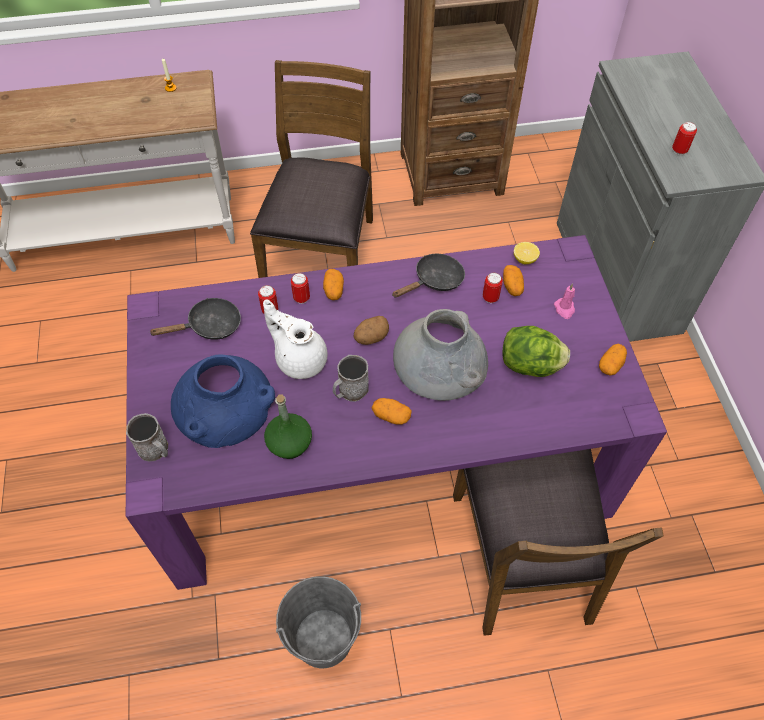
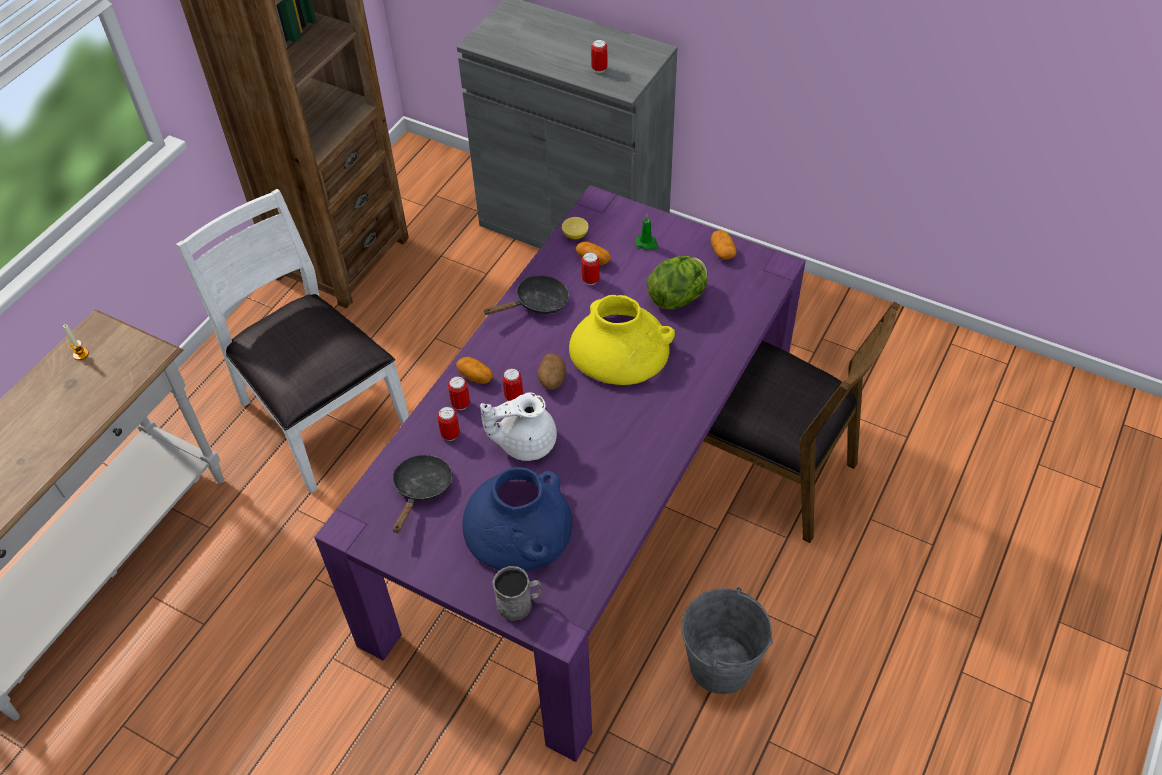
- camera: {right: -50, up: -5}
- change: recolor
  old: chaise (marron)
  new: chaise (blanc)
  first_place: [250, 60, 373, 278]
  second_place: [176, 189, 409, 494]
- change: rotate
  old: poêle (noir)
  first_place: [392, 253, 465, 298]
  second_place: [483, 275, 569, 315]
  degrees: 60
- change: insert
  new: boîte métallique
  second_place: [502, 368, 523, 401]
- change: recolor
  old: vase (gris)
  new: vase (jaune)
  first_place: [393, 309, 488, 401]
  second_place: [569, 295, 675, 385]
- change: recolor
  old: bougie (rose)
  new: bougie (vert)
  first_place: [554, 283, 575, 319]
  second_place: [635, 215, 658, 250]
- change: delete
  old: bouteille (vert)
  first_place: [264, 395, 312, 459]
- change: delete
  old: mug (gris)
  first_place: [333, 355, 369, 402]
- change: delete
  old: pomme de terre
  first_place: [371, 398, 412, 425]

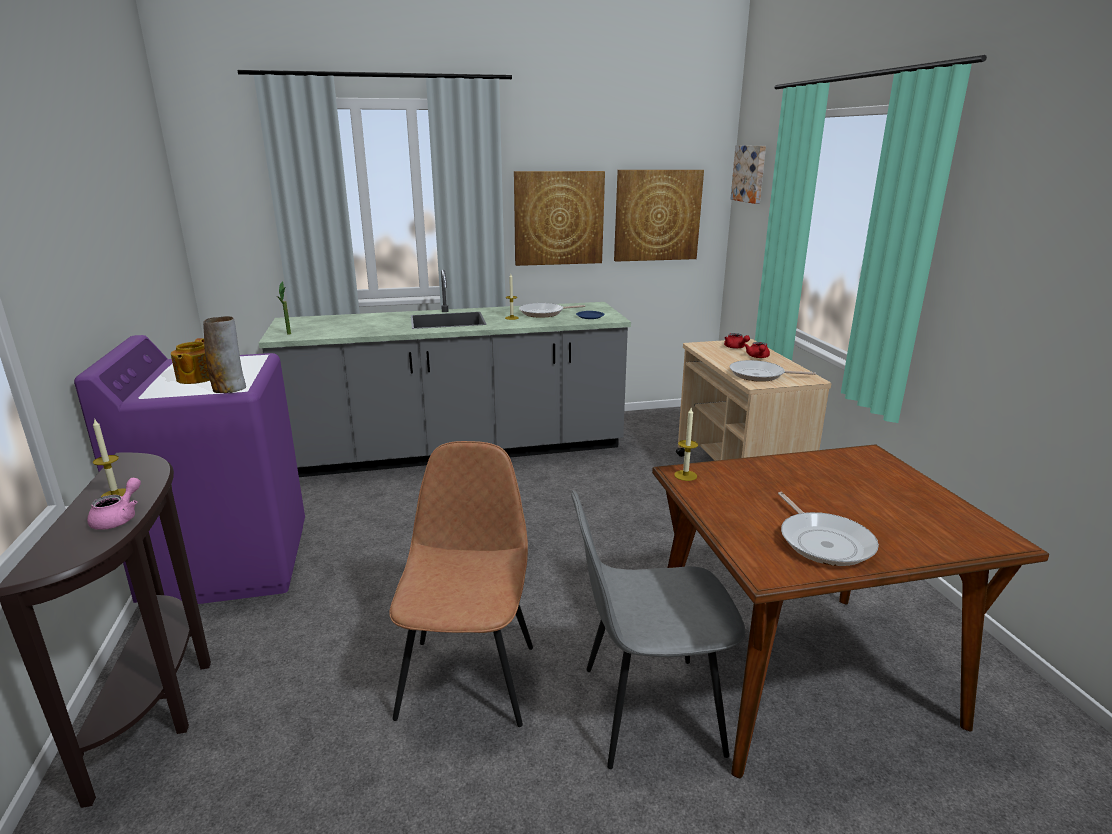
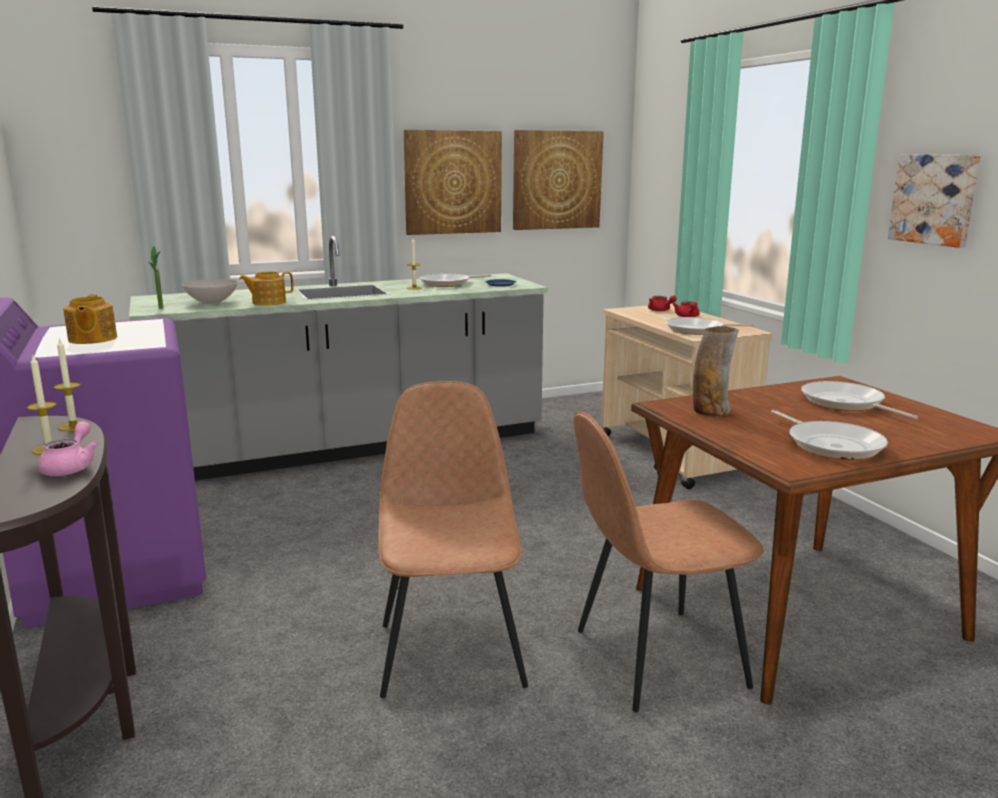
- camera: {right: -10, up: -5}
- change: move
  old: bougie
  first_place: [674, 408, 698, 481]
  second_place: [53, 338, 89, 431]
- change: insert
  new: bol (blanc)
  second_place: [182, 279, 238, 304]
- change: insert
  new: théière
  second_place: [239, 272, 293, 306]
- change: recolor
  old: chaise (gris)
  new: chaise (marron)
  first_place: [571, 490, 745, 769]
  second_place: [573, 411, 764, 712]
- change: move
  old: vase
  first_place: [203, 316, 246, 393]
  second_place: [693, 326, 739, 416]
- change: insert
  new: poêle
  second_place: [801, 381, 918, 419]
- change: move
  old: tableau
  first_place: [731, 145, 766, 204]
  second_place: [888, 154, 980, 248]

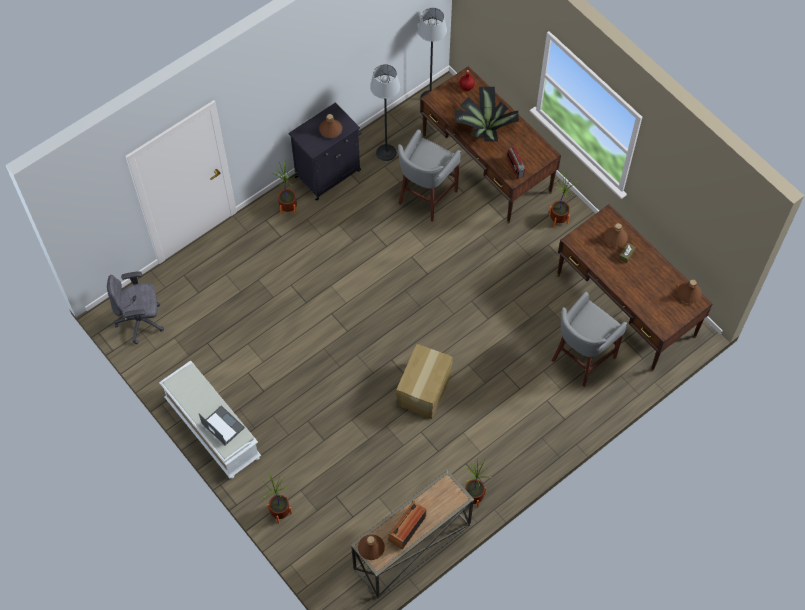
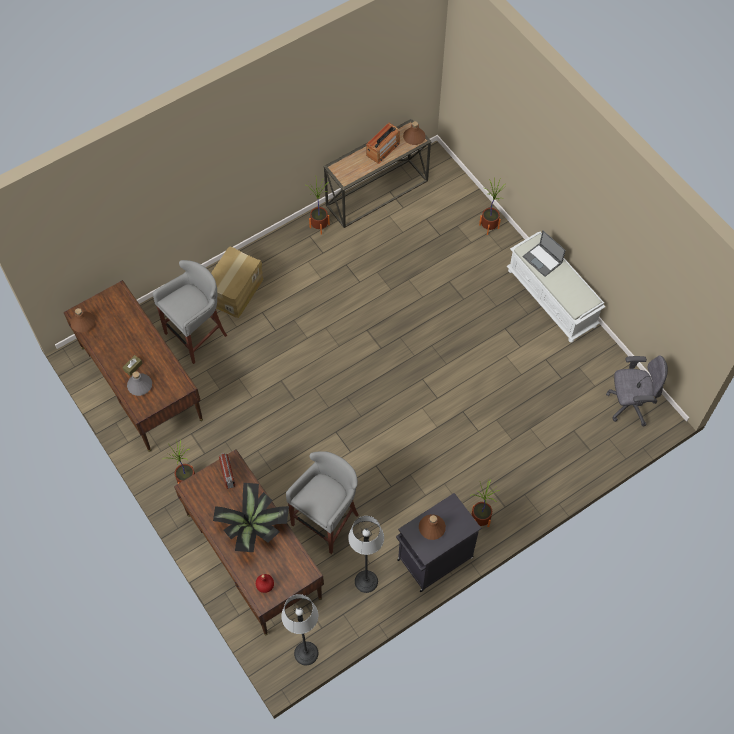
- camera: {right: -175, up: 0}
- change: recolor
  old: bouteille (marron)
  new: bouteille (gris)
  first_place: [604, 223, 628, 247]
  second_place: [127, 371, 152, 396]
- change: move
  old: carton
  first_place: [396, 344, 453, 419]
  second_place: [211, 246, 263, 318]

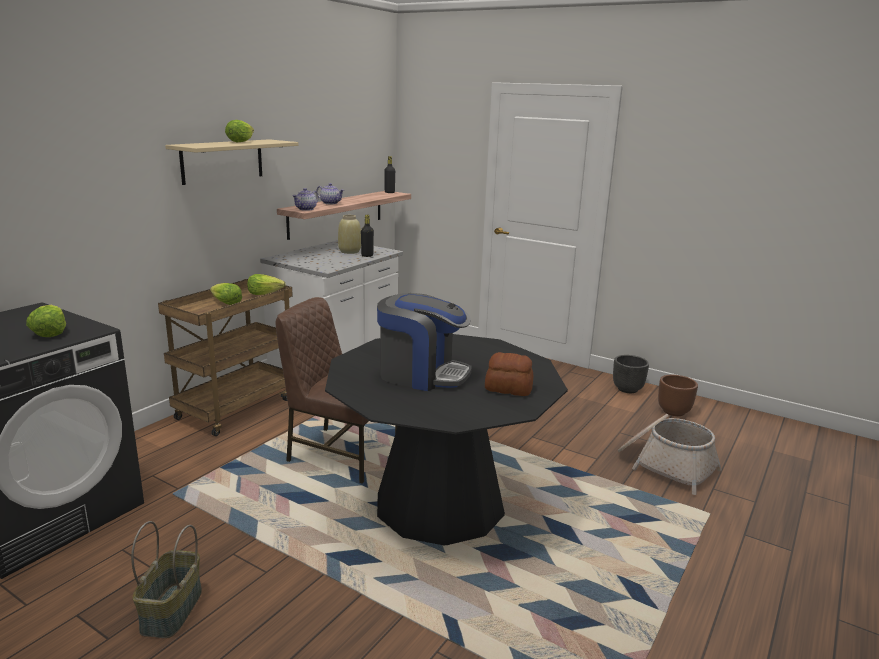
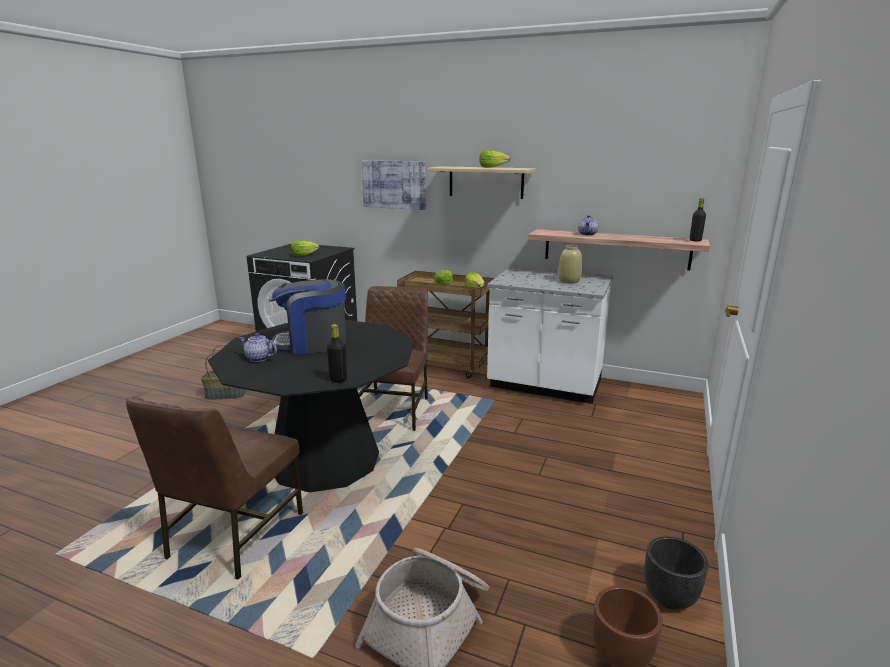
- camera: {right: 80, up: 0}
- change: insert
  new: chaise (marron)
  second_place: [126, 396, 303, 580]
- change: move
  old: théière
  first_place: [292, 188, 319, 211]
  second_place: [239, 333, 277, 362]
- change: rotate
  old: machine à café
  first_place: [377, 293, 472, 391]
  second_place: [268, 279, 346, 354]
  degrees: 75
- change: move
  old: bouteille (noir)
  first_place: [361, 215, 374, 257]
  second_place: [327, 324, 347, 383]
- change: insert
  new: tableau
  second_place: [361, 160, 426, 210]
- change: delete
  old: pain
  first_place: [485, 352, 533, 396]

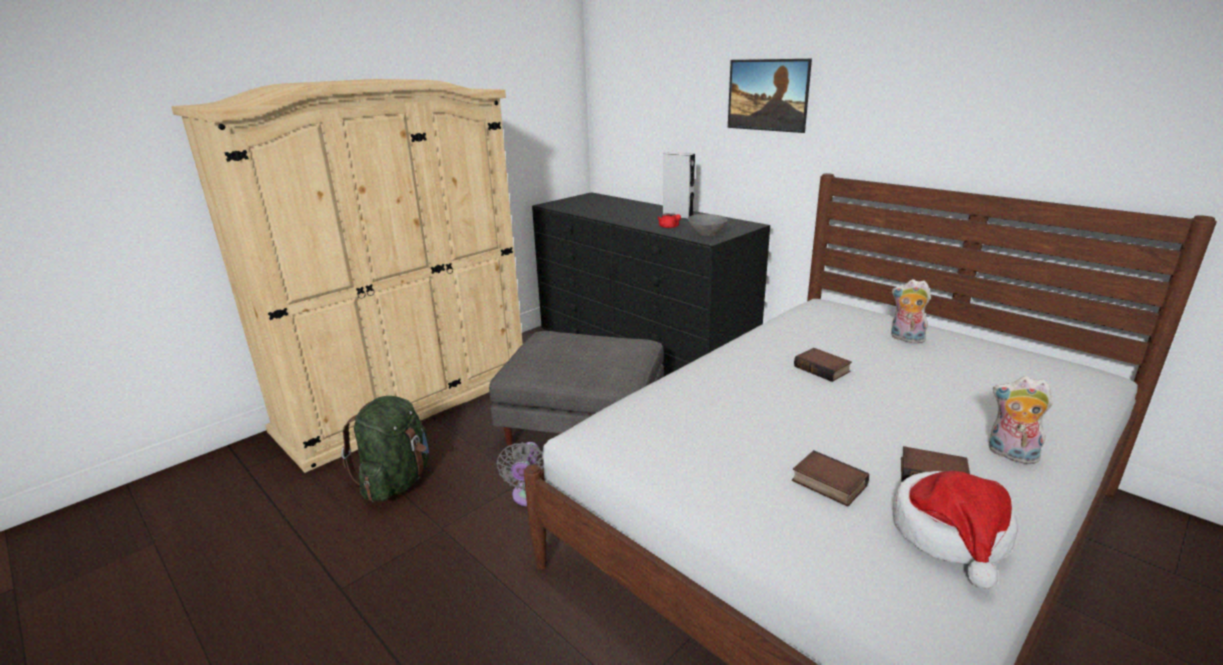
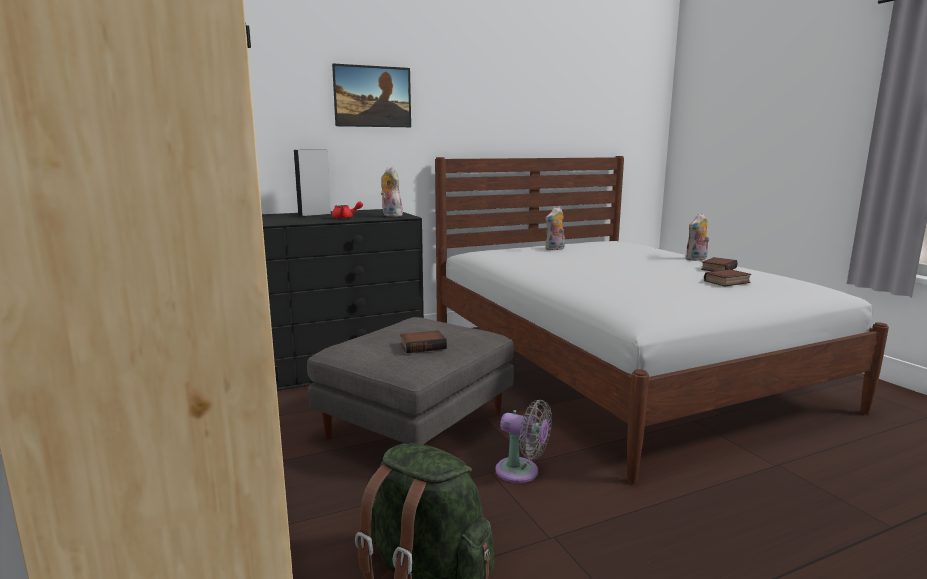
- camera: {right: -70, up: -10}
- change: replace
  old: bol (gris)
  new: peluche
  first_place: [688, 214, 727, 237]
  second_place: [381, 167, 403, 217]
- change: move
  old: livre
  first_place: [794, 348, 852, 382]
  second_place: [400, 330, 447, 353]
- change: delete
  old: chapeau
  first_place: [893, 471, 1018, 589]

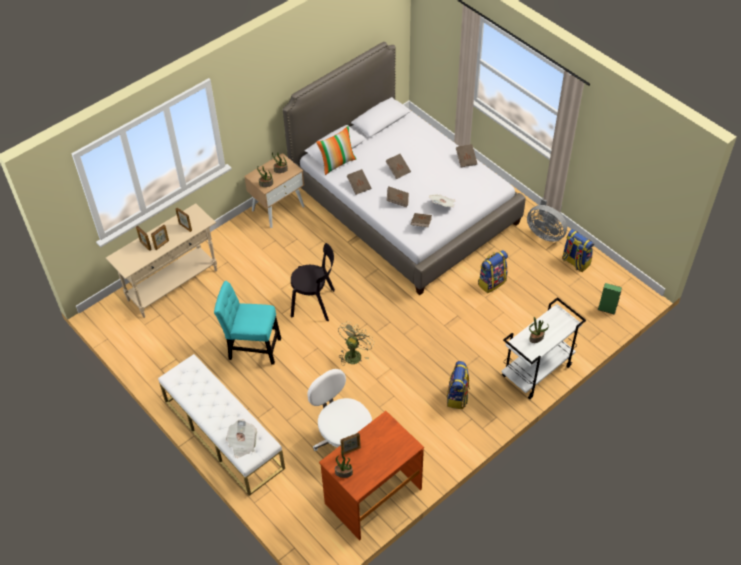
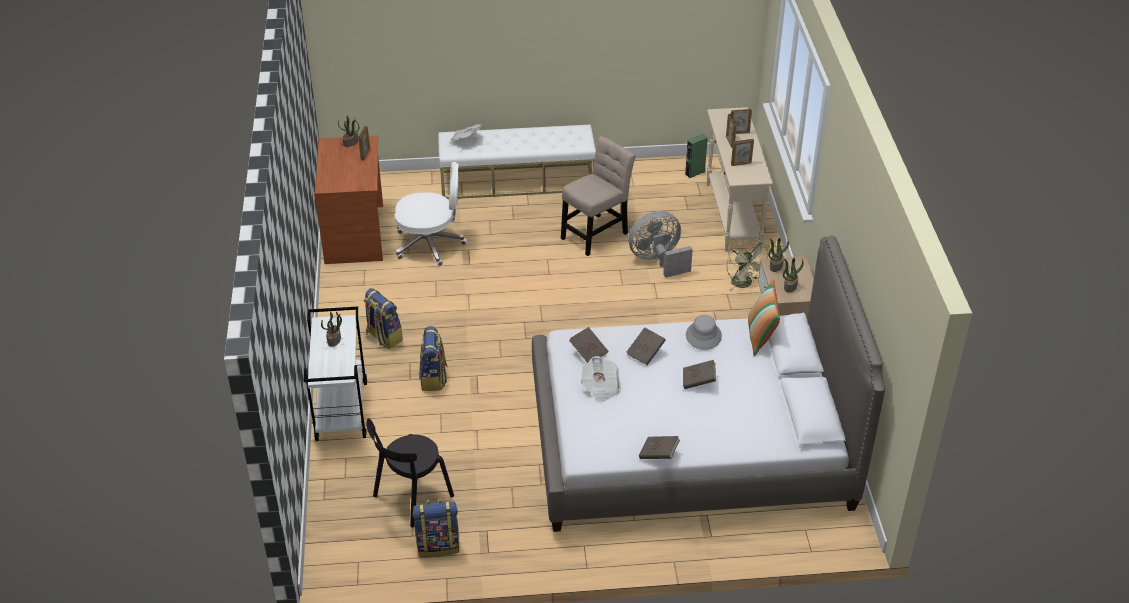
- camera: {right: 125, up: -10}
- change: move
  old: chaise (noir)
  first_place: [291, 243, 335, 321]
  second_place: [366, 418, 454, 528]
- change: move
  old: sac à dos
  first_place: [478, 250, 508, 293]
  second_place: [419, 326, 447, 391]
- change: recolor
  old: chaise (turquoise)
  new: chaise (beige)
  first_place: [214, 281, 281, 365]
  second_place: [561, 136, 635, 256]
- change: move
  old: ventilateur (gris)
  first_place: [527, 197, 567, 242]
  second_place: [628, 211, 693, 278]
- change: move
  old: enceinte (vert)
  first_place: [598, 283, 622, 315]
  second_place: [685, 134, 708, 178]
- change: replace
  old: livre (marron)
  new: chapeau (gris)
  first_place: [347, 169, 371, 195]
  second_place: [686, 315, 722, 350]
- change: move
  old: ventilateur (vert)
  first_place: [338, 321, 373, 366]
  second_place: [727, 239, 771, 291]

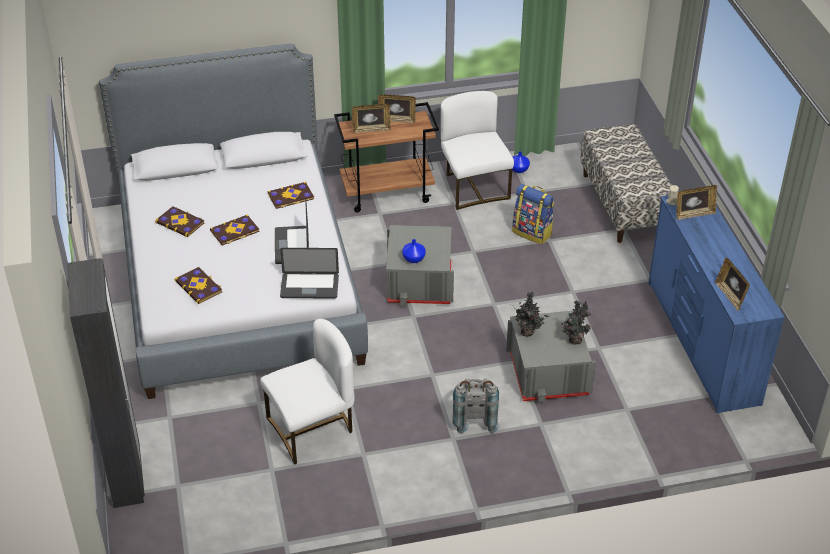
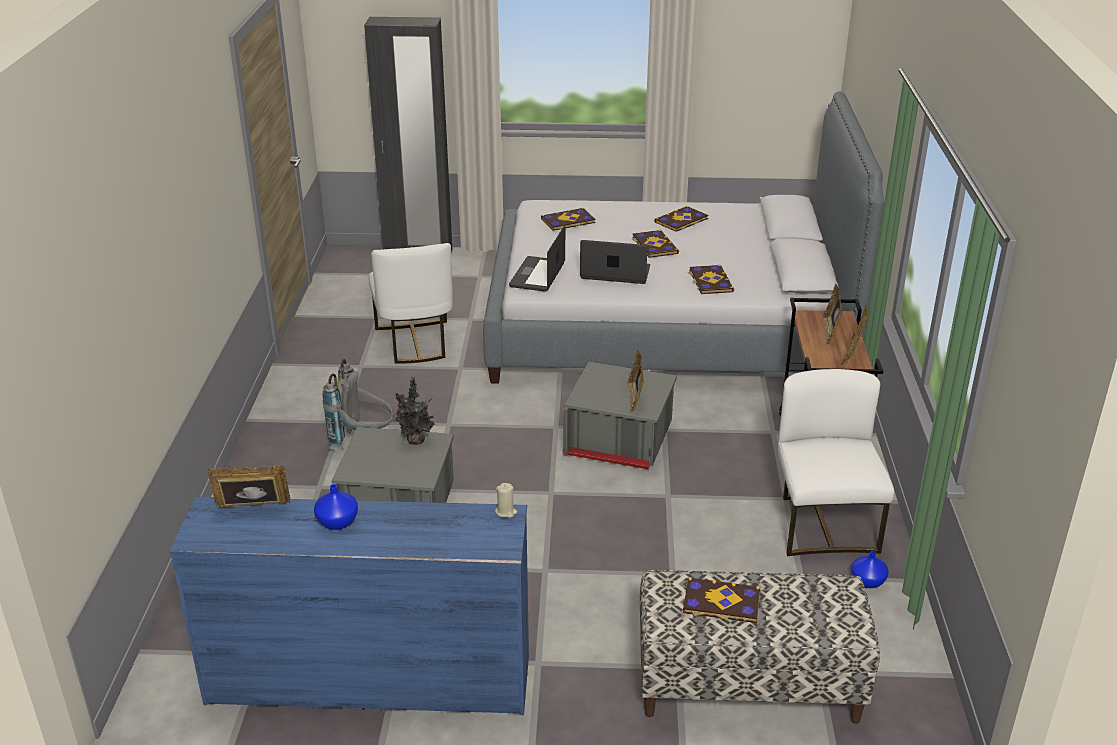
- camera: {right: 105, up: -10}
- change: move
  old: vase (bleu)
  first_place: [402, 239, 426, 263]
  second_place: [314, 484, 358, 530]
- change: move
  old: cadre photo
  first_place: [676, 185, 717, 220]
  second_place: [628, 349, 644, 412]
- change: insert
  new: livre
  second_place: [683, 577, 760, 623]
- change: rotate
  old: chaise (blanc)
  first_place: [441, 91, 514, 210]
  second_place: [778, 369, 894, 556]
  degrees: -90
- change: delete
  old: sac à dos
  first_place: [512, 184, 554, 244]
- change: delete
  old: plante en pot
  first_place: [562, 300, 591, 345]

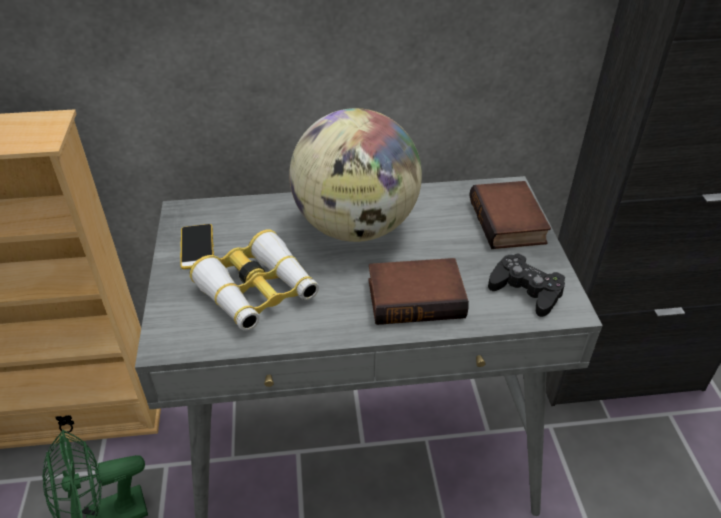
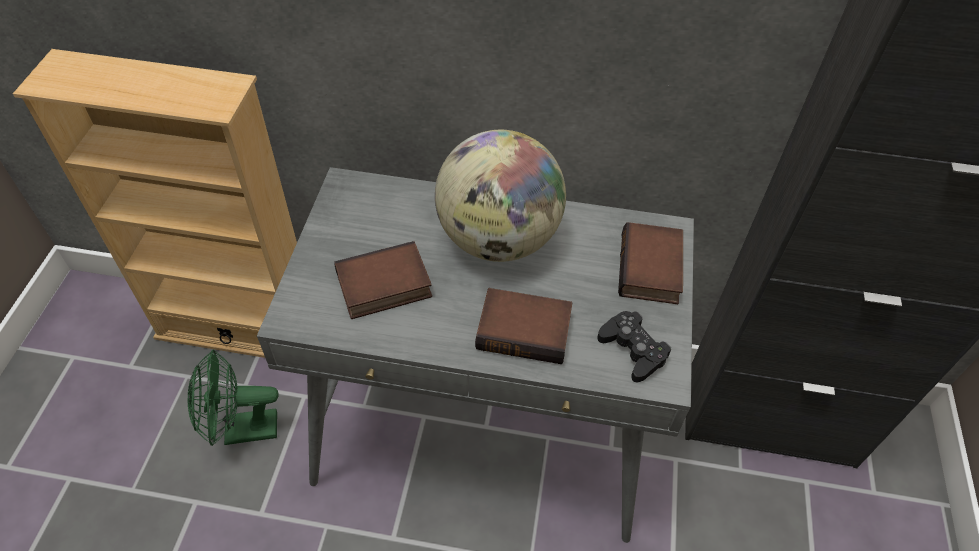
- camera: {right: 15, up: 10}
- change: replace
  old: jumelles
  new: livre
  first_place: [190, 230, 319, 331]
  second_place: [334, 241, 432, 319]
- change: delete
  old: téléphone
  first_place: [180, 224, 214, 269]

